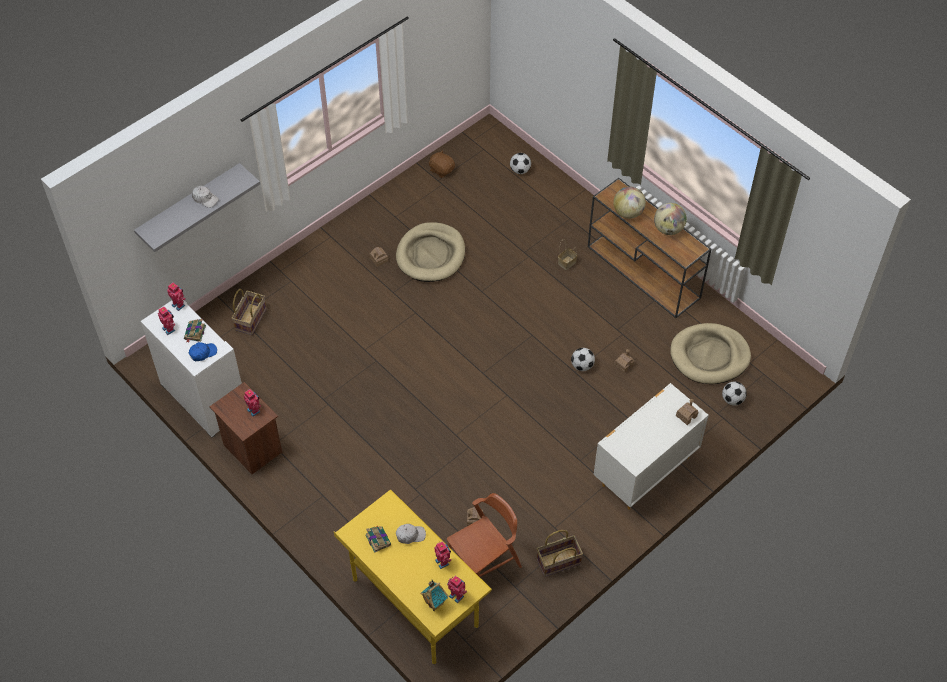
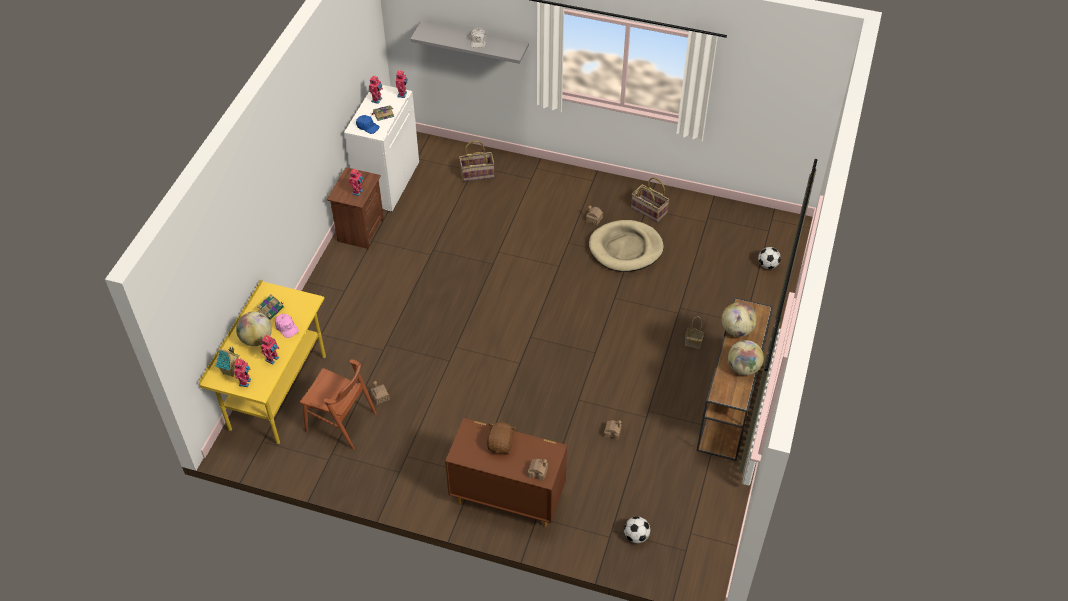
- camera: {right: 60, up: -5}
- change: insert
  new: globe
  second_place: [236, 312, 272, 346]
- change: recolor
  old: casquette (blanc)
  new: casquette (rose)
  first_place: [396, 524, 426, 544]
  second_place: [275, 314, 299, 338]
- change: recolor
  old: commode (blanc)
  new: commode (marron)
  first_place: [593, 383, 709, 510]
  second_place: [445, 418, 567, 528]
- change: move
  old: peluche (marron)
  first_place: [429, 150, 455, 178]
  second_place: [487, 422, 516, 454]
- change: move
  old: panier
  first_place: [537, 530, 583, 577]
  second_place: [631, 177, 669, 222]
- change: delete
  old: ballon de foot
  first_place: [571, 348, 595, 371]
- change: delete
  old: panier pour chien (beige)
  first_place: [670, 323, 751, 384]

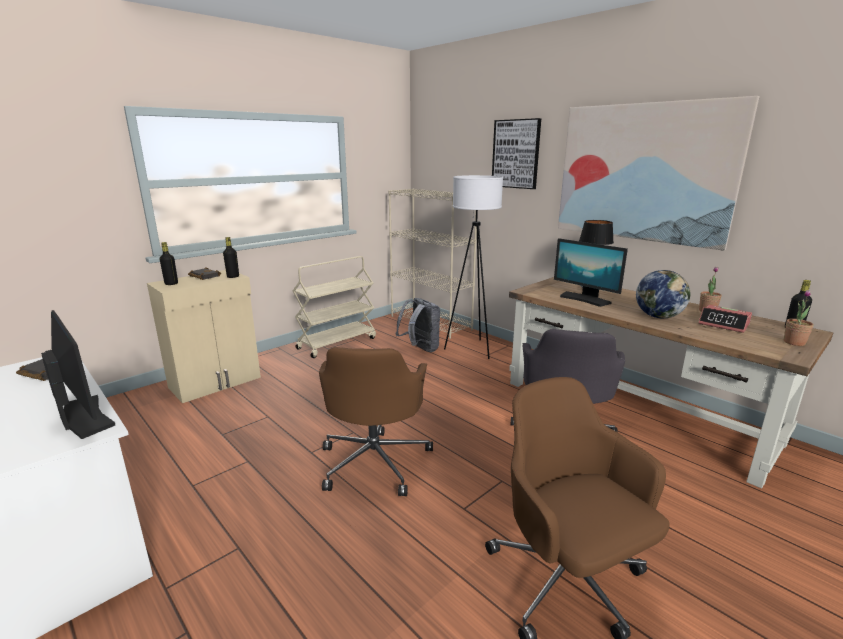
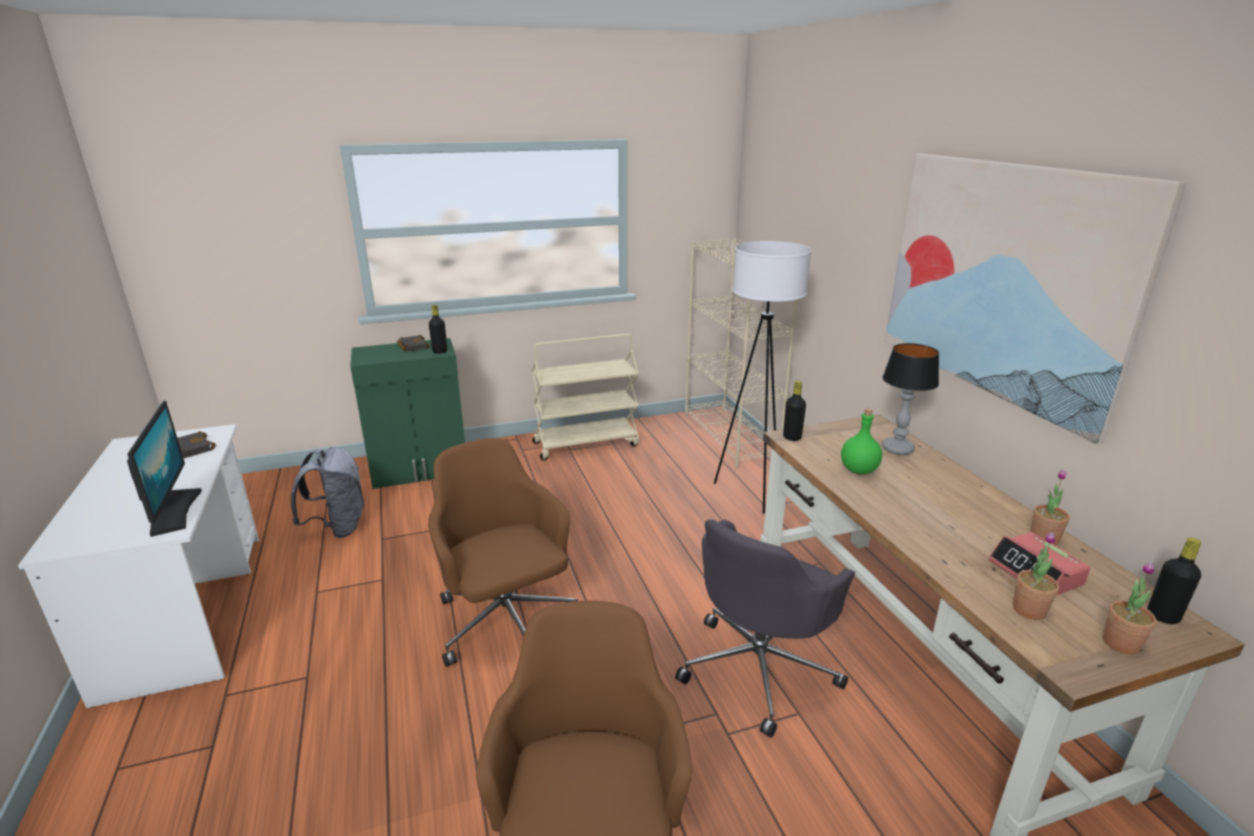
- camera: {right: 25, up: 5}
- change: move
  old: sac à dos (gris)
  first_place: [396, 298, 440, 352]
  second_place: [291, 447, 364, 538]
- change: recolor
  old: meuble de rangement (beige)
  new: meuble de rangement (vert)
  first_place: [147, 270, 261, 403]
  second_place: [350, 338, 465, 489]
- change: rotate
  old: chaise de bureau (marron)
  first_place: [319, 347, 433, 496]
  second_place: [428, 438, 578, 667]
  degrees: 120
- change: move
  old: bouteille (noir)
  first_place: [160, 242, 178, 285]
  second_place: [783, 381, 806, 441]
- change: replace
  old: écran d'ordinateur
  new: bouteille (vert)
  first_place: [554, 238, 628, 307]
  second_place: [841, 409, 882, 474]
- change: insert
  new: plante en pot
  second_place: [1013, 533, 1059, 620]
- change: delete
  old: tableau
  first_place: [492, 118, 541, 189]
- change: delete
  old: globe
  first_place: [636, 270, 690, 318]

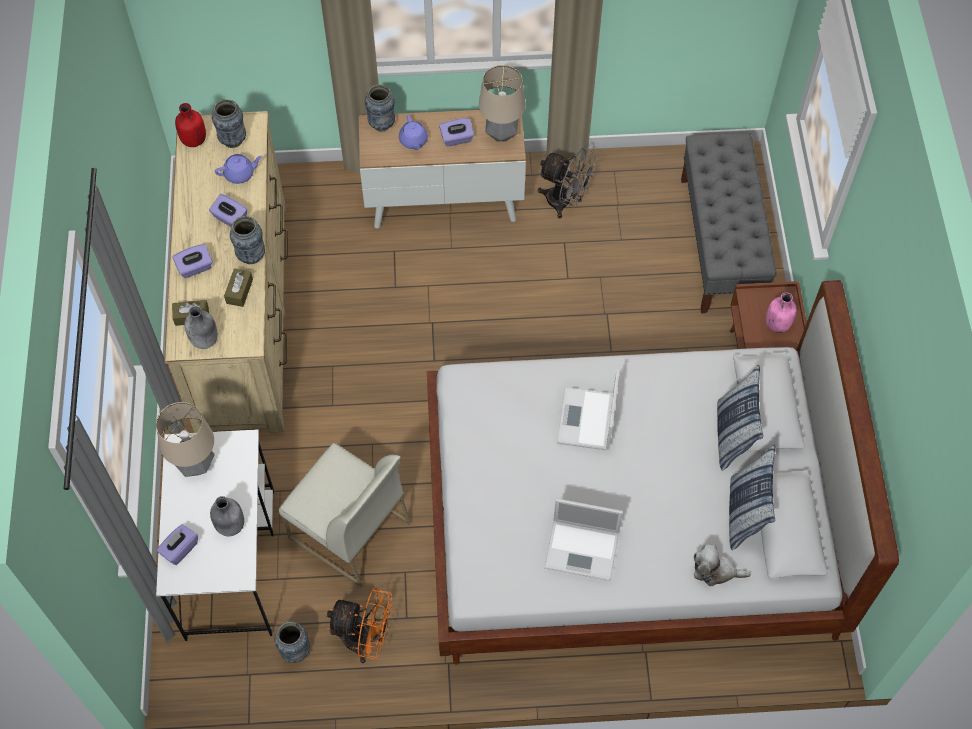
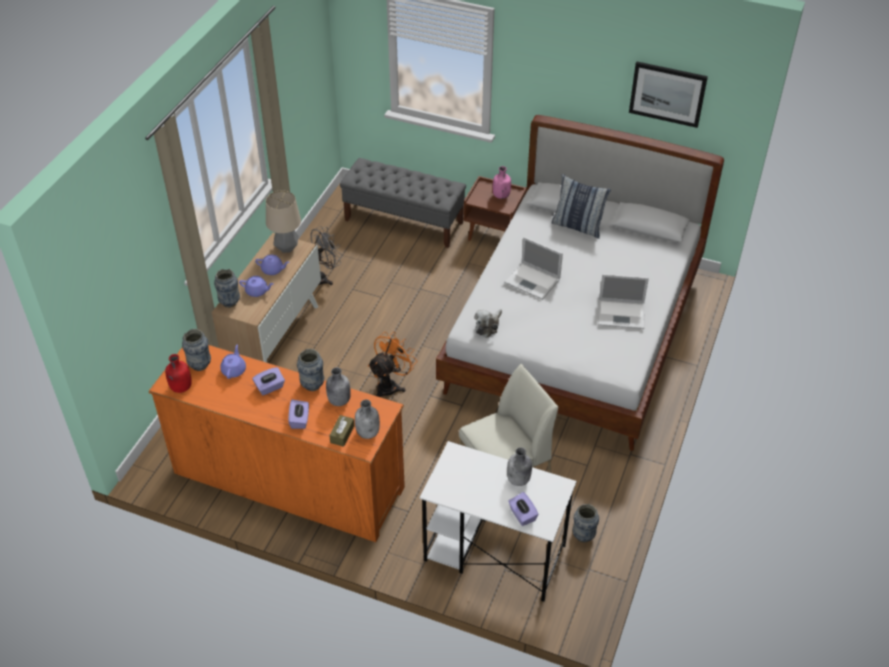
- camera: {right: -65, up: -15}
- change: recolor
  old: commode (beige)
  new: commode (orange)
  first_place: [164, 111, 288, 433]
  second_place: [149, 345, 405, 542]
- change: replace
  old: boîte à mouchoirs (violet)
  new: théière (violet)
  first_place: [439, 118, 474, 146]
  second_place: [255, 255, 289, 275]
- change: replace
  old: boîte à mouchoirs (marron)
  new: bouteille (gris)
  first_place: [224, 268, 253, 307]
  second_place: [326, 367, 351, 406]
- change: move
  old: ventilateur (orange)
  first_place: [327, 588, 392, 663]
  second_place: [368, 332, 416, 397]
- change: move
  old: peluche
  first_place: [694, 544, 751, 586]
  second_place: [474, 309, 502, 338]
- change: rotate
  old: ordinateur portable
  first_place: [544, 498, 623, 581]
  second_place: [598, 274, 649, 329]
  degrees: 60
- change: insert
  new: tableau
  second_place: [629, 62, 708, 128]
- change: delete
  old: lampe de table
  first_place: [156, 402, 215, 477]
- change: delete
  old: coussin
  first_place: [729, 445, 776, 550]

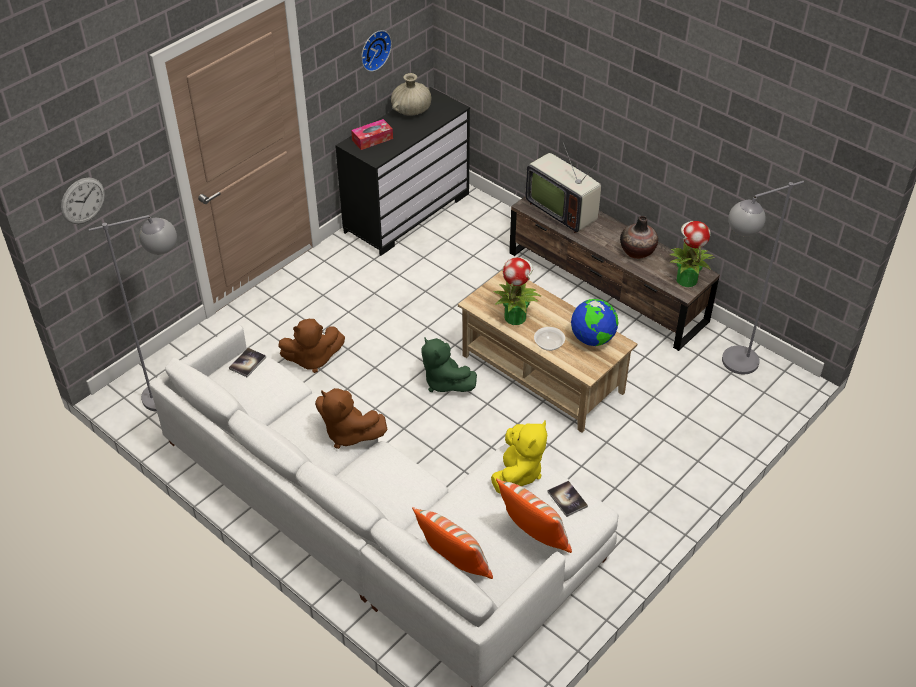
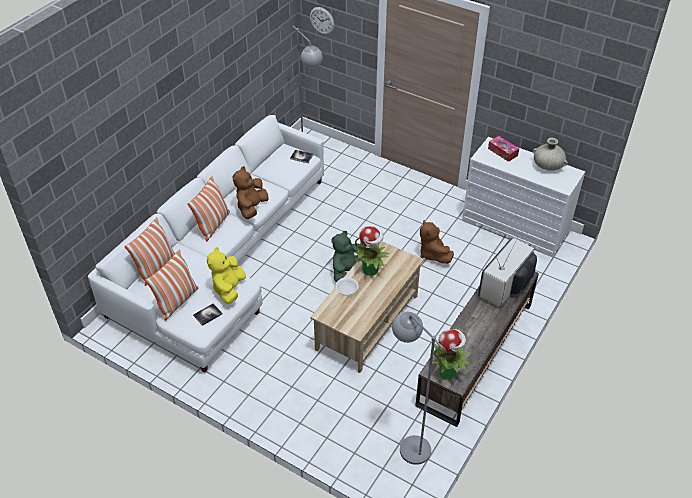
- camera: {right: 80, up: 0}
- change: insert
  new: coussin
  second_place: [187, 176, 230, 242]
- change: rotate
  old: peluche (jaune)
  first_place: [491, 421, 547, 494]
  second_place: [207, 247, 246, 304]
  degrees: 90
- change: move
  old: peluche (marron)
  first_place: [278, 319, 345, 373]
  second_place: [420, 220, 454, 264]
- change: recolor
  old: commode (noir)
  new: commode (blanc)
  first_place: [335, 87, 470, 256]
  second_place: [462, 137, 585, 258]
- change: delete
  old: horloge murale
  first_place: [361, 30, 392, 72]
- change: delete
  old: globe
  first_place: [571, 299, 618, 346]
- change: delete
  old: vase
  first_place: [620, 216, 658, 259]

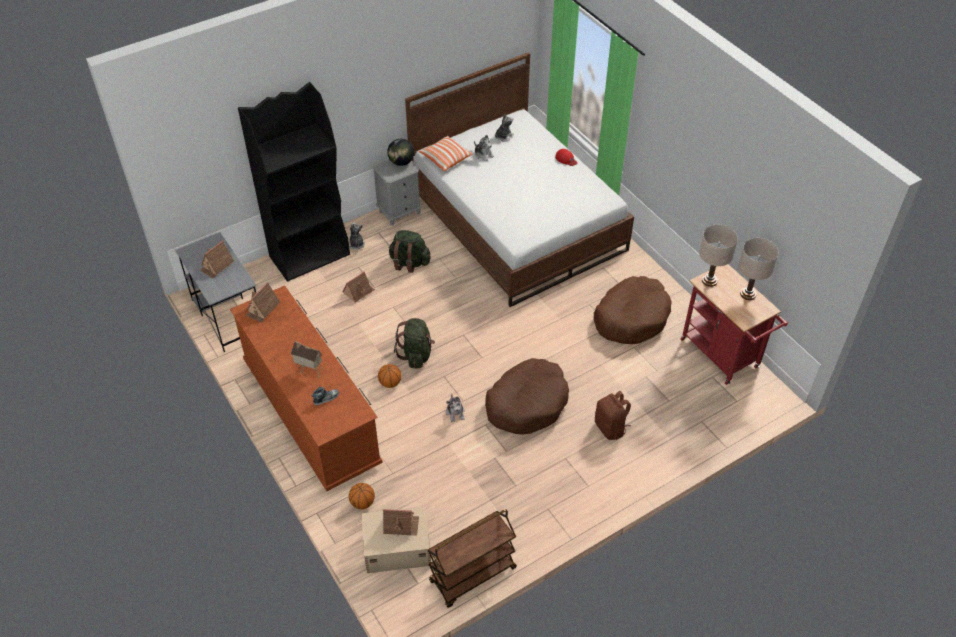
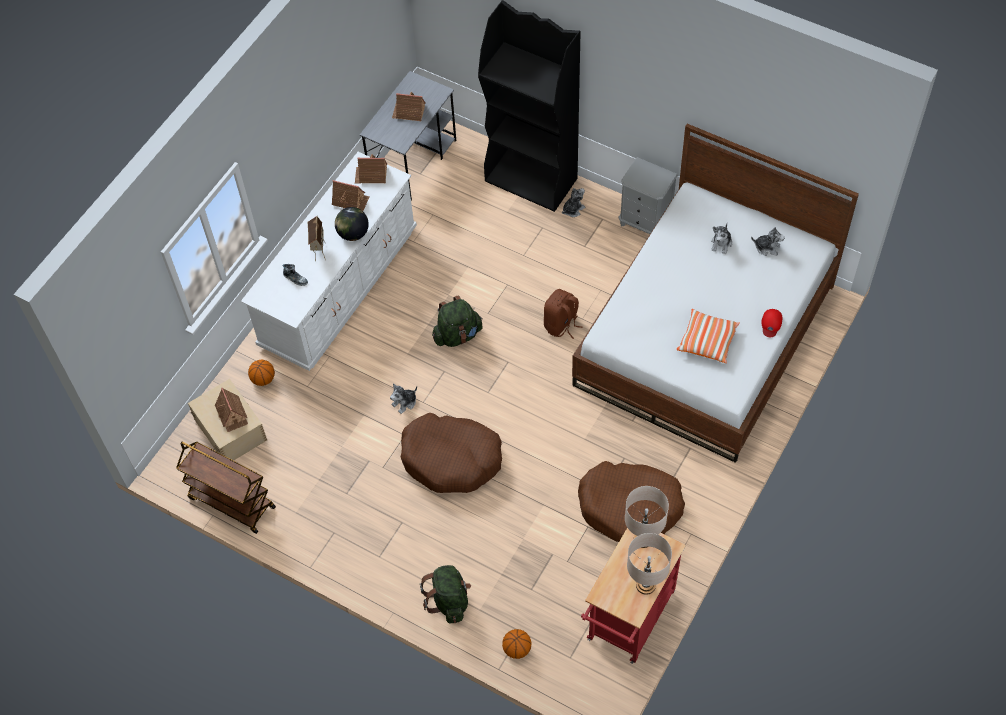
- camera: {right: 65, up: 10}
- change: recolor
  old: commode (marron)
  new: commode (blanc)
  first_place: [230, 285, 383, 491]
  second_place: [241, 152, 417, 371]
- change: move
  old: maison miniature
  first_place: [342, 272, 375, 303]
  second_place: [332, 180, 370, 211]
- change: move
  old: globe
  first_place: [387, 139, 414, 166]
  second_place: [335, 207, 369, 241]
- change: move
  old: sac à dos (vert)
  first_place: [389, 230, 431, 273]
  second_place: [420, 565, 471, 623]
- change: move
  old: ballon de basket
  first_place: [378, 364, 402, 388]
  second_place: [502, 629, 531, 659]
- change: move
  old: sac à dos (marron)
  first_place: [595, 391, 631, 440]
  second_place: [544, 289, 582, 339]
- change: move
  old: coussin
  first_place: [419, 136, 473, 171]
  second_place: [676, 309, 740, 363]

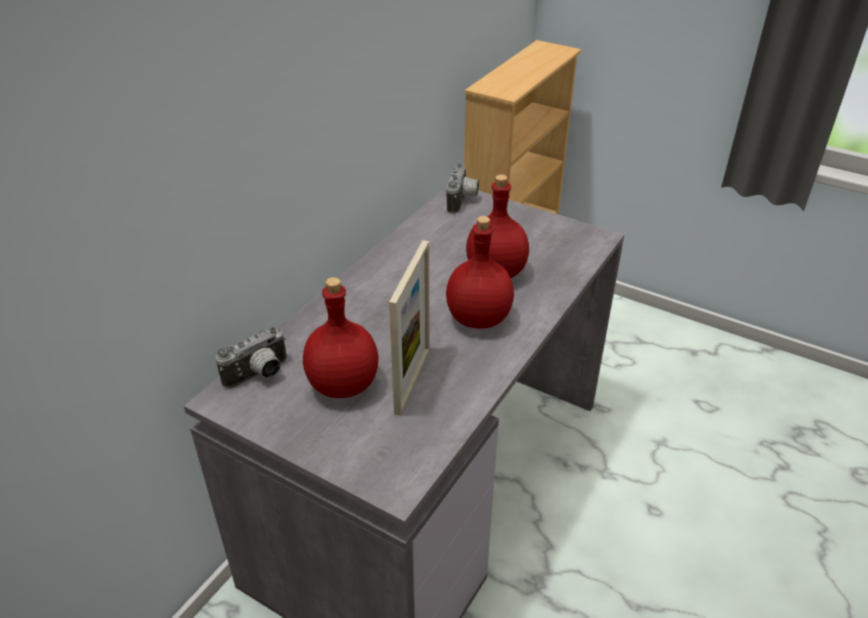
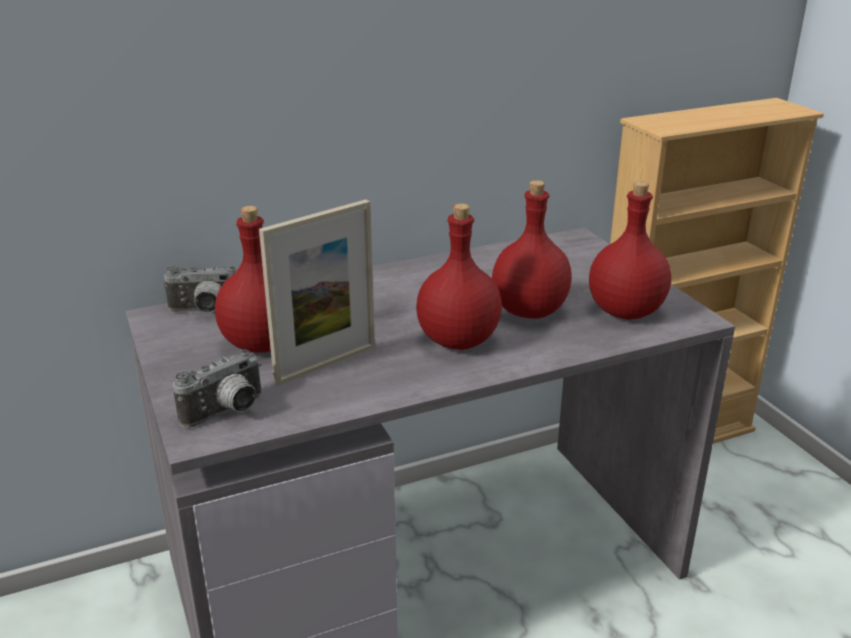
- camera: {right: 35, up: -10}
- change: move
  old: appareil photo
  first_place: [446, 164, 479, 214]
  second_place: [173, 349, 262, 428]
- change: insert
  new: bouteille (rouge)
  second_place: [589, 181, 671, 320]

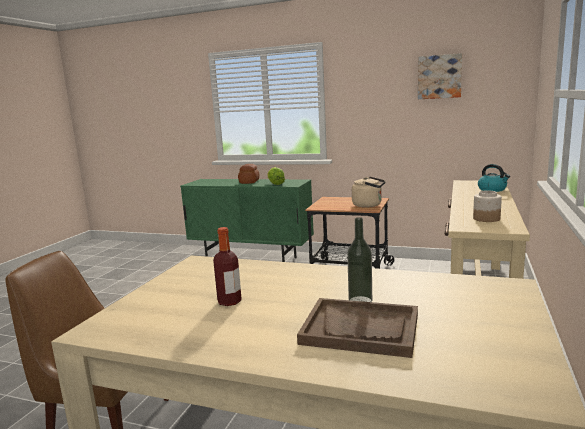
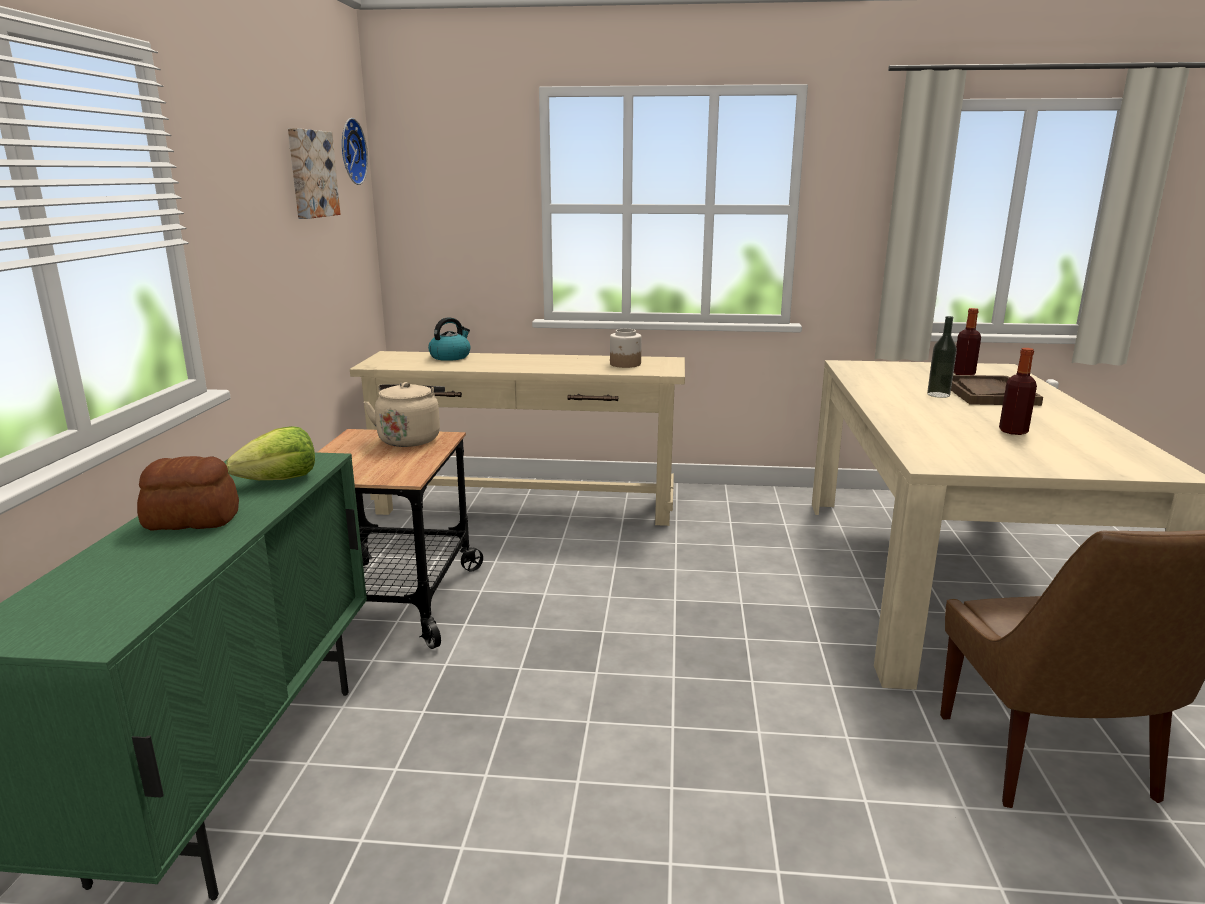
- camera: {right: -105, up: 5}
- change: insert
  new: horloge murale
  second_place: [342, 118, 368, 185]
- change: insert
  new: bouteille
  second_place: [954, 308, 981, 375]

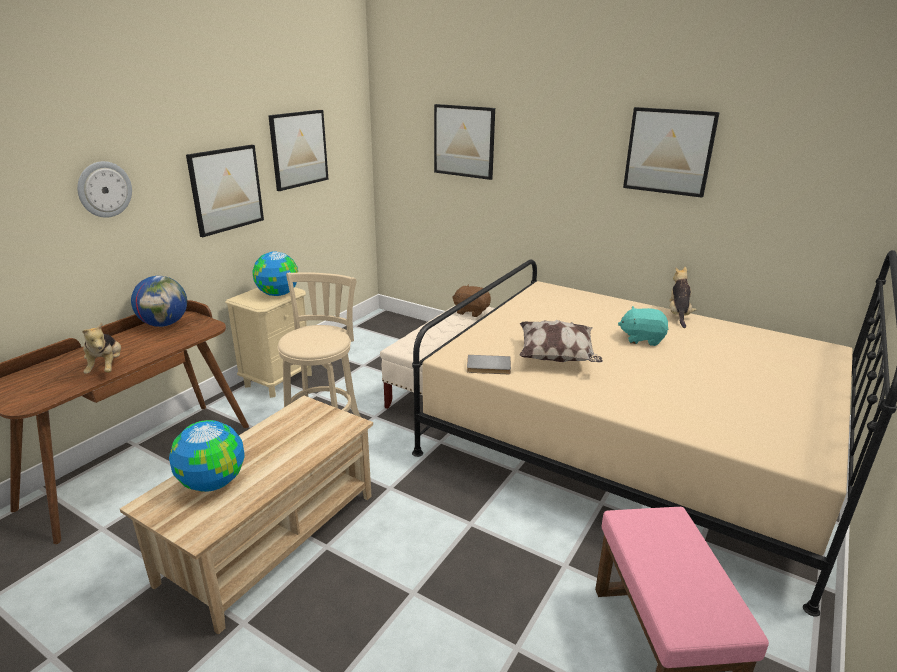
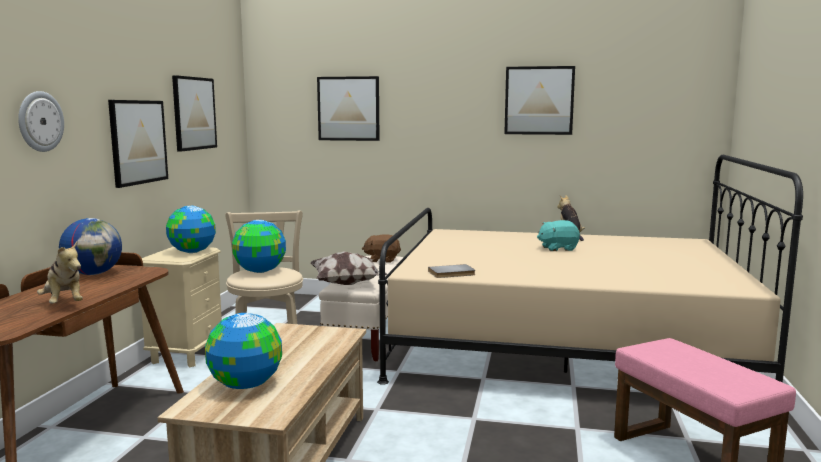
- camera: {right: -20, up: -15}
- change: insert
  new: globe
  second_place: [232, 220, 286, 273]
- change: move
  old: coussin
  first_place: [519, 320, 603, 363]
  second_place: [311, 251, 387, 285]

